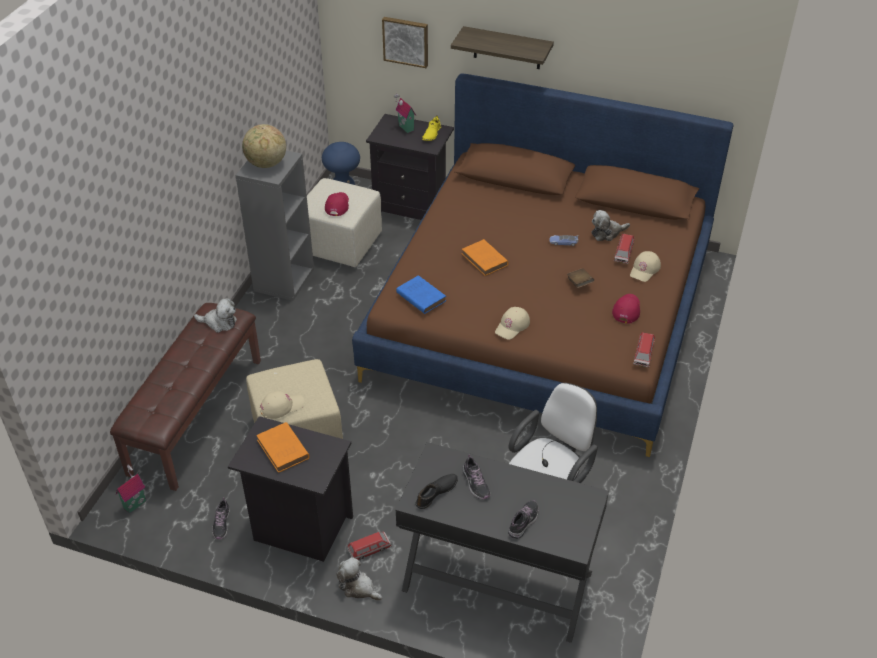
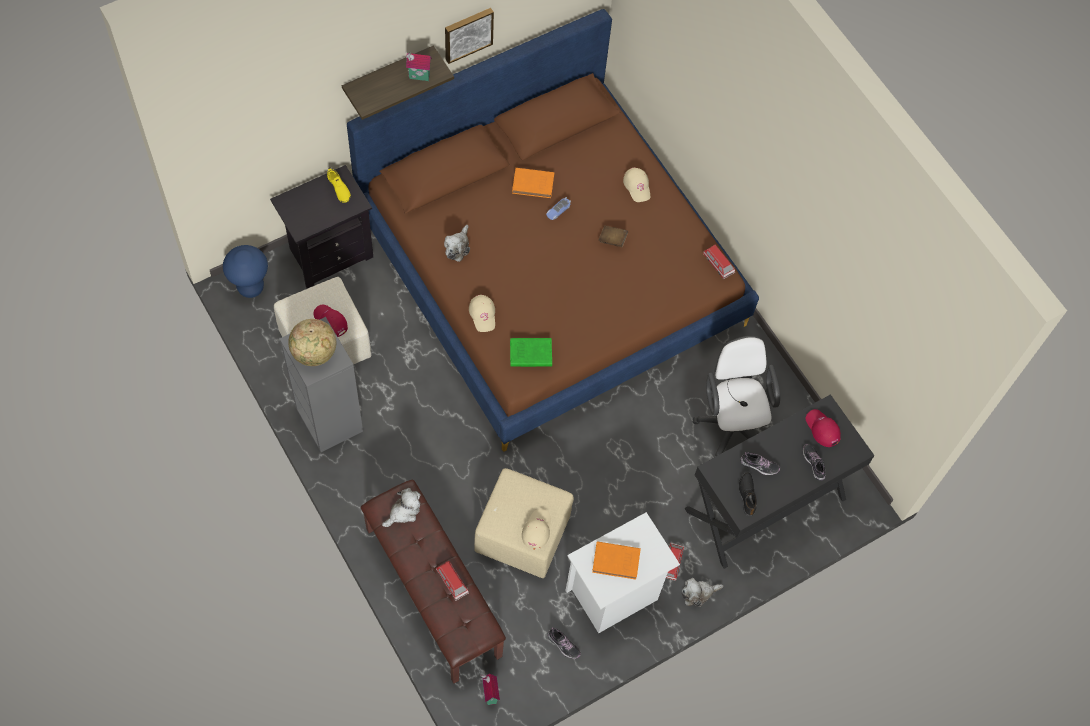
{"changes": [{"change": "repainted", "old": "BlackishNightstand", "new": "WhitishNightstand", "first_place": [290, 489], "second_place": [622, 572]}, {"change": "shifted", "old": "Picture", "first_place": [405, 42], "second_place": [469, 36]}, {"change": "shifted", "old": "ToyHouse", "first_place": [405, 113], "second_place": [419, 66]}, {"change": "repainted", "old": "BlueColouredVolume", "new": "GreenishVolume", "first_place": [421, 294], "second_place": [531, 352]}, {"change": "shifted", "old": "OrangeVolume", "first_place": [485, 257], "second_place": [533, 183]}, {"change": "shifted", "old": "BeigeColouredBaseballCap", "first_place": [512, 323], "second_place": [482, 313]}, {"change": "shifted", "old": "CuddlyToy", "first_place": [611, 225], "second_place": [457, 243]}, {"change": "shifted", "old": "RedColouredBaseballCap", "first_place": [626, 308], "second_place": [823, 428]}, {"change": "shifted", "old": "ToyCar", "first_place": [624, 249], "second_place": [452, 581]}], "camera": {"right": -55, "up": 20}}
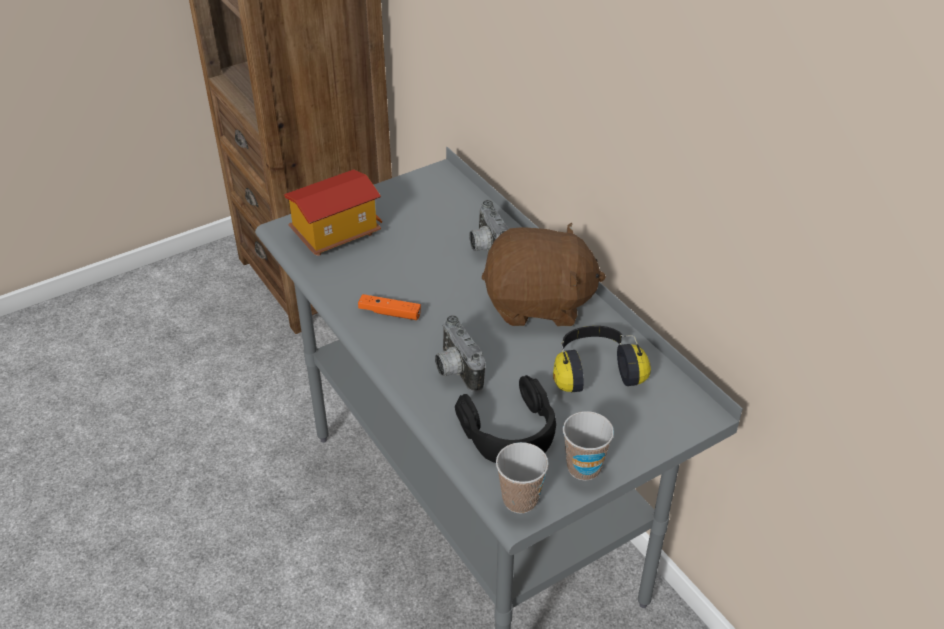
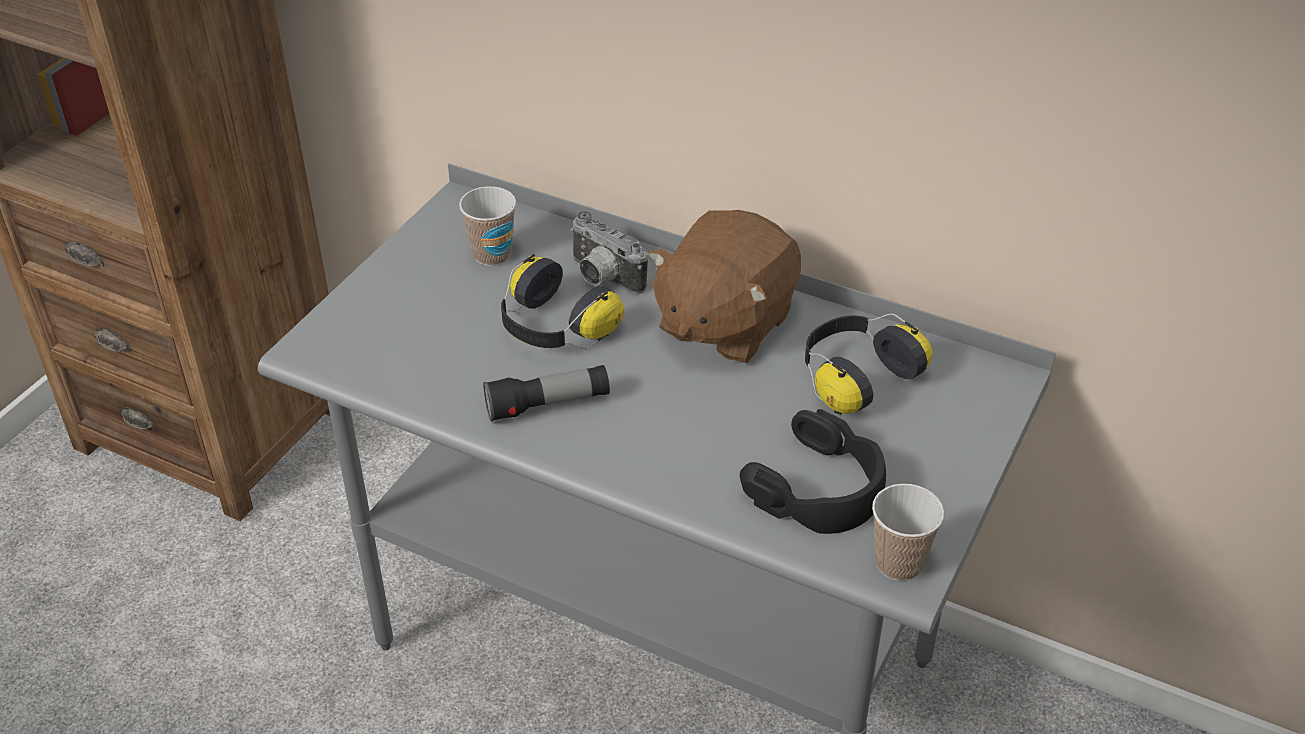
{"changes": [{"change": "gone", "old": "ToyHouse", "first_place": [333, 212]}, {"change": "swapped", "old": "OrangeGameController", "new": "HandTorch", "first_place": [389, 307], "second_place": [546, 393]}, {"change": "gone", "old": "PhotoCamera", "first_place": [460, 353]}, {"change": "rotated", "old": "BrownishCuddlyToy", "first_place": [544, 274], "second_place": [724, 286], "degrees": 150}, {"change": "shifted", "old": "DrinkingCup", "first_place": [588, 446], "second_place": [487, 226]}, {"change": "new", "new": "Headphones", "second_place": [562, 301]}], "camera": {"right": -30, "up": 0}}
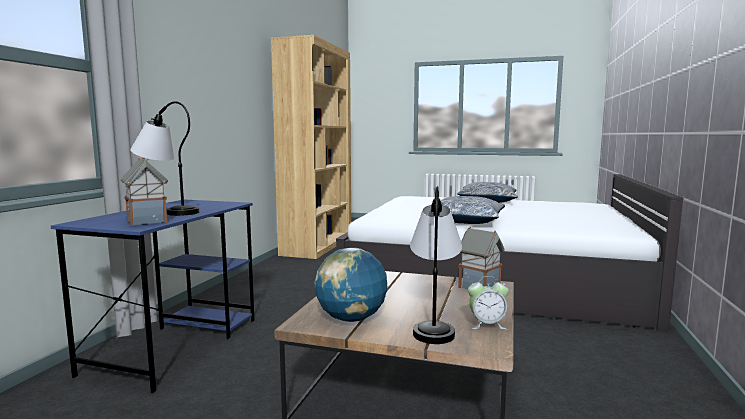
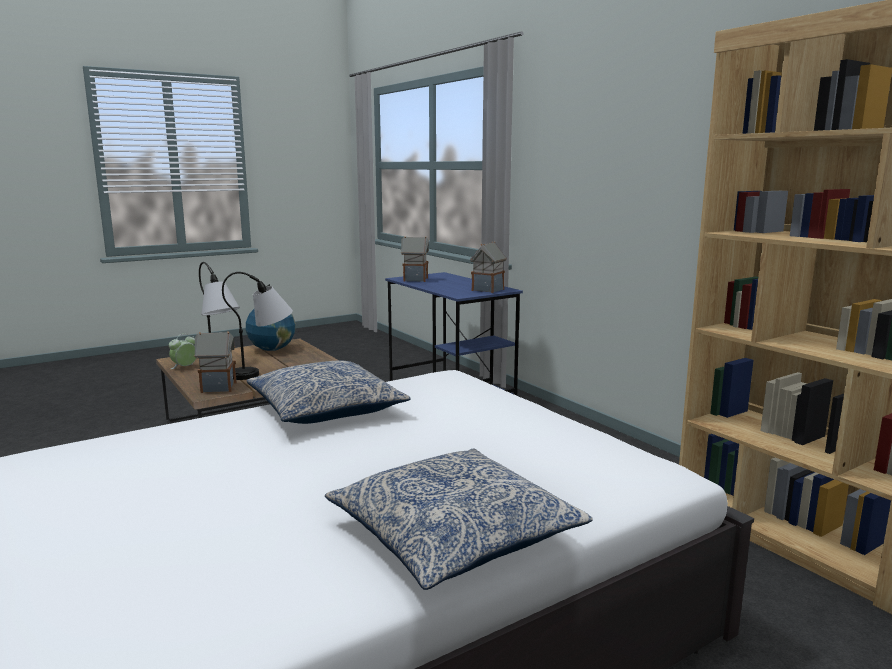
{"changes": [{"change": "shifted", "old": "LampForATable", "first_place": [164, 158], "second_place": [257, 326]}, {"change": "new", "new": "ToyHouse", "second_place": [488, 267]}], "camera": {"right": 130, "up": 5}}
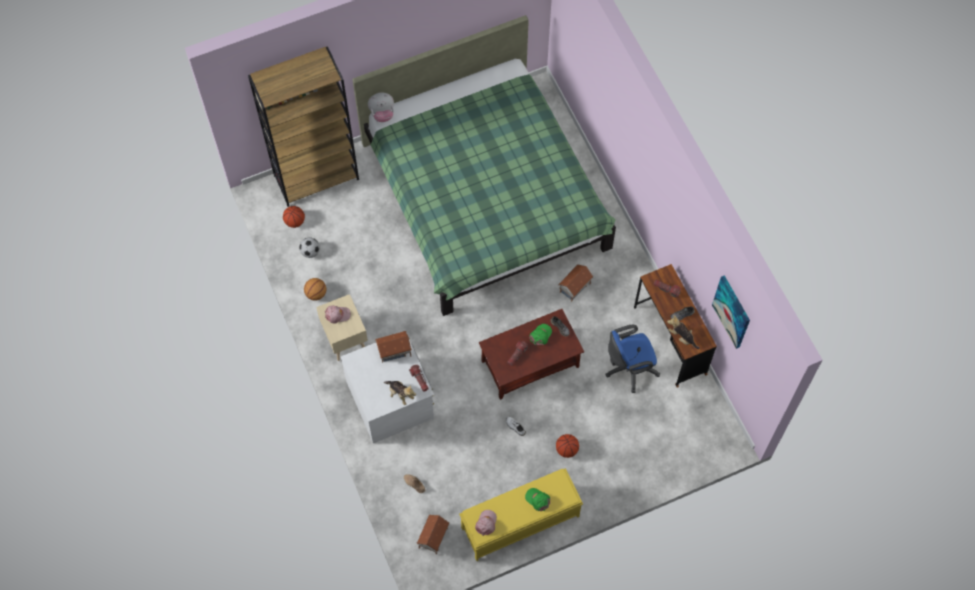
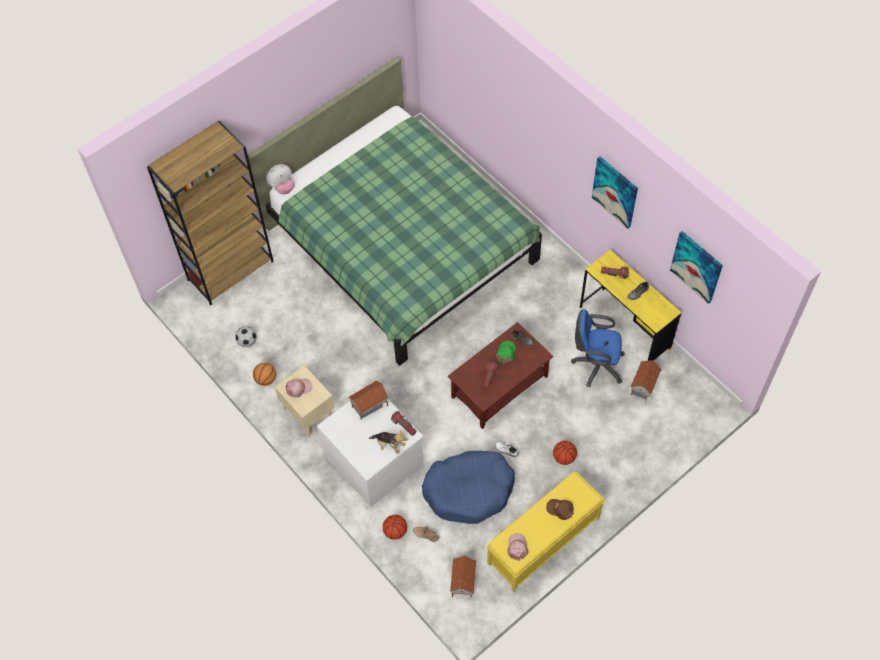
{"changes": [{"change": "shifted", "old": "Basketball", "first_place": [294, 217], "second_place": [395, 527]}, {"change": "repainted", "old": "GreenishBaseballCap", "new": "BrownishBaseballCap", "first_place": [537, 499], "second_place": [560, 509]}, {"change": "shifted", "old": "ToyHouse", "first_place": [576, 282], "second_place": [646, 380]}, {"change": "rotated", "old": "BlueColouredOfficeChair", "first_place": [632, 359], "second_place": [598, 348], "degrees": 45}, {"change": "repainted", "old": "BrownishDesk", "new": "YellowishDesk", "first_place": [675, 326], "second_place": [631, 305]}, {"change": "gone", "old": "CuddlyToy", "first_place": [683, 332]}, {"change": "new", "new": "BlueColouredDogCushion", "second_place": [468, 487]}, {"change": "new", "new": "Picture", "second_place": [615, 192]}], "camera": {"right": -15, "up": -5}}
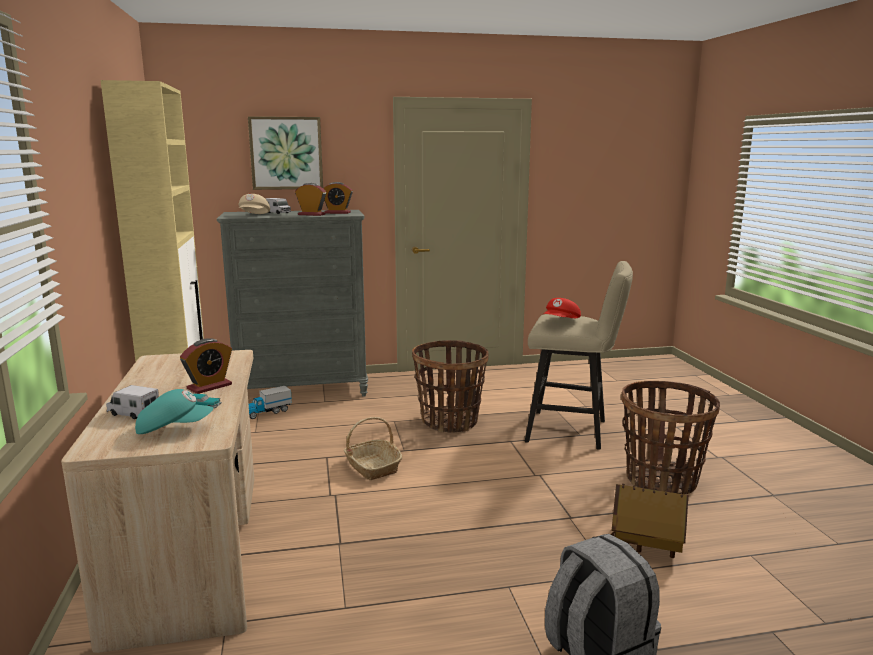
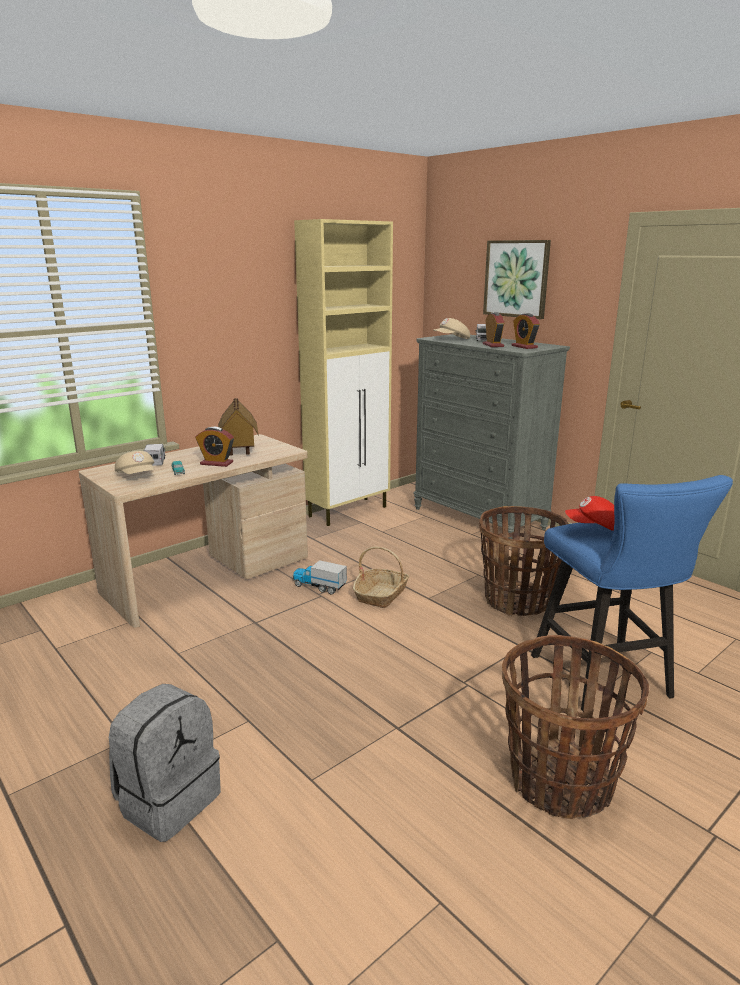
{"changes": [{"change": "repainted", "old": "TurquoiseColouredBaseballCap", "new": "BeigeColouredBaseballCap", "first_place": [174, 411], "second_place": [134, 462]}, {"change": "shifted", "old": "ToyTruck", "first_place": [270, 402], "second_place": [320, 577]}, {"change": "repainted", "old": "BeigeColouredSittingStool", "new": "BlueColouredSittingStool", "first_place": [579, 355], "second_place": [632, 593]}, {"change": "shifted", "old": "ToyHouse", "first_place": [649, 521], "second_place": [238, 426]}], "camera": {"right": 60, "up": 5}}
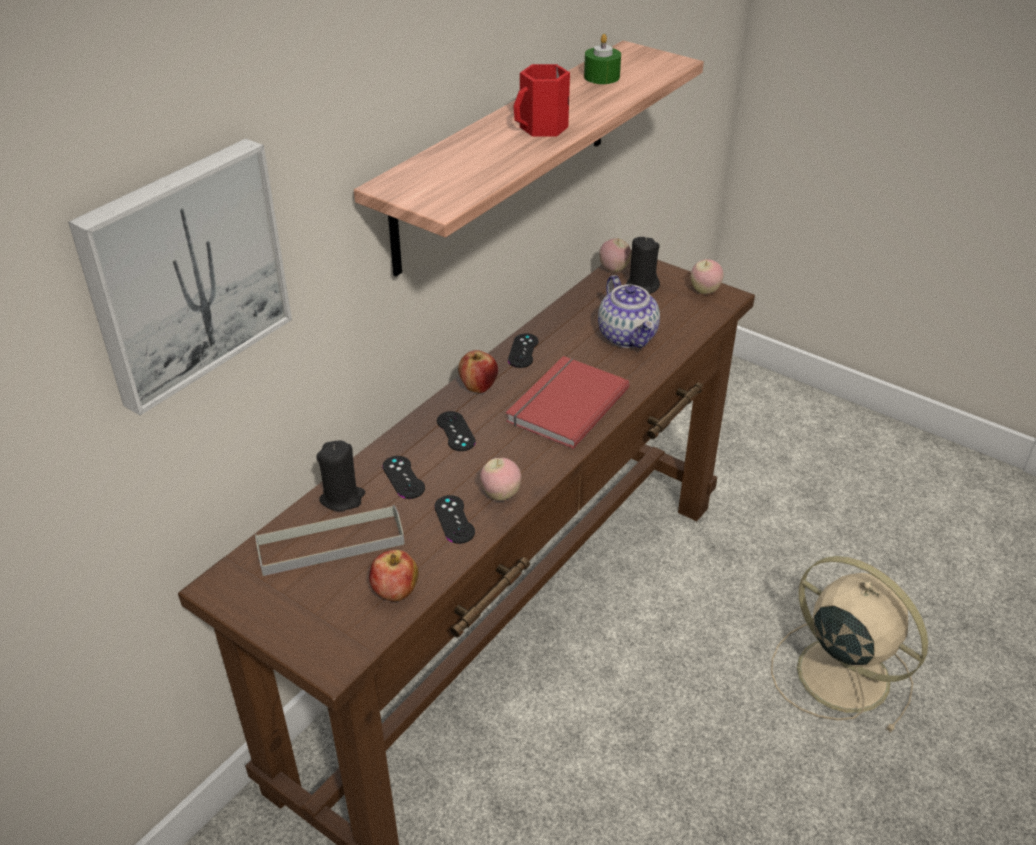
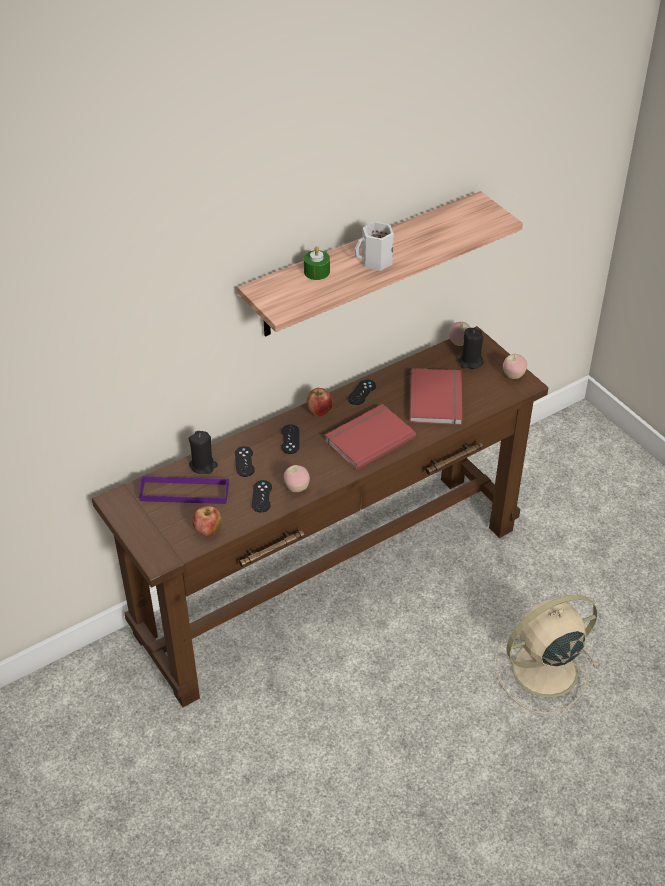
{"changes": [{"change": "gone", "old": "Picture", "first_place": [180, 276]}, {"change": "repainted", "old": "GrayCarryingTray", "new": "PurplishCarryingTray", "first_place": [330, 540], "second_place": [184, 489]}, {"change": "repainted", "old": "RedColouredMug", "new": "WhitishMug", "first_place": [541, 100], "second_place": [374, 246]}, {"change": "shifted", "old": "GreenishWaxCandle", "first_place": [602, 59], "second_place": [317, 263]}, {"change": "swapped", "old": "Teapot", "new": "RedColouredVolume", "first_place": [629, 311], "second_place": [436, 396]}, {"change": "rotated", "old": "BeigeColouredCoolingFan", "first_place": [849, 644], "second_place": [547, 654], "degrees": -90}], "camera": {"right": 20, "up": 5}}
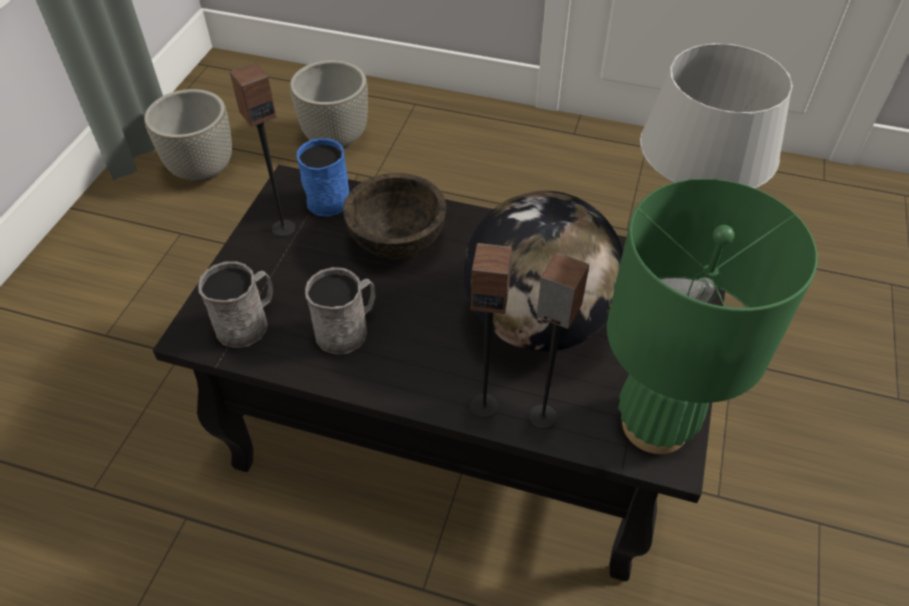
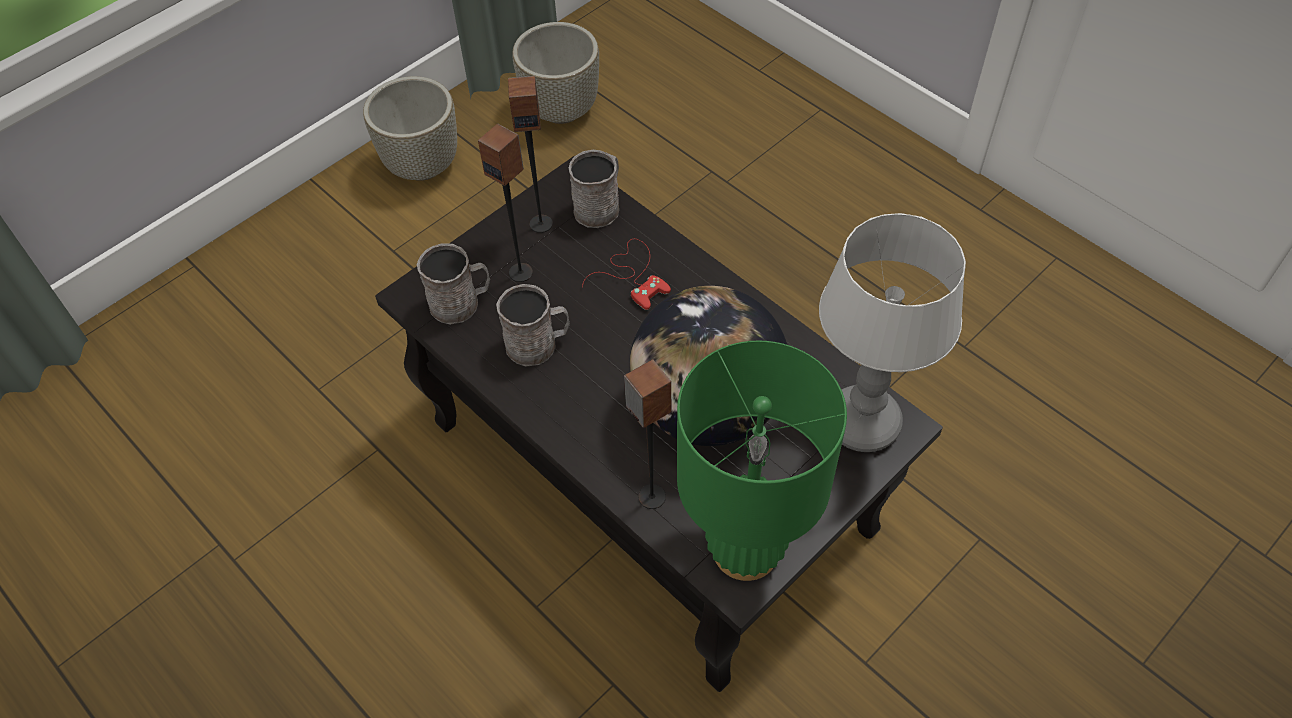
{"changes": [{"change": "shifted", "old": "GrayPlantPot", "first_place": [329, 104], "second_place": [410, 128]}, {"change": "repainted", "old": "BlueColouredMug", "new": "GrayMug", "first_place": [323, 177], "second_place": [594, 189]}, {"change": "swapped", "old": "BrownishDeepDish", "new": "RedColouredGameController", "first_place": [394, 216], "second_place": [626, 274]}, {"change": "shifted", "old": "Speaker", "first_place": [491, 330], "second_place": [505, 203]}], "camera": {"right": 30, "up": 5}}
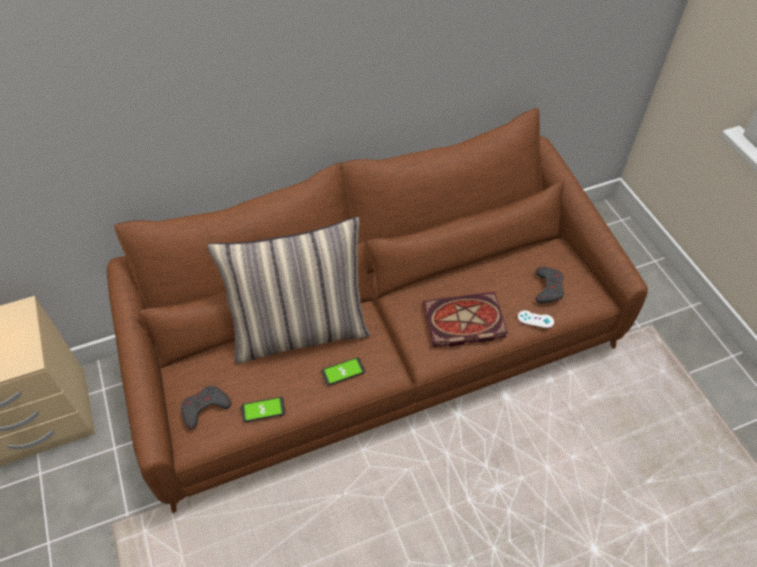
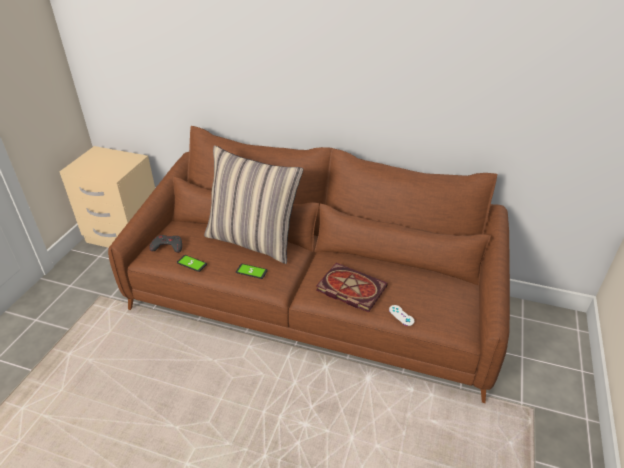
{"changes": [{"change": "gone", "old": "GrayGameController", "first_place": [549, 285]}], "camera": {"right": 40, "up": -15}}
